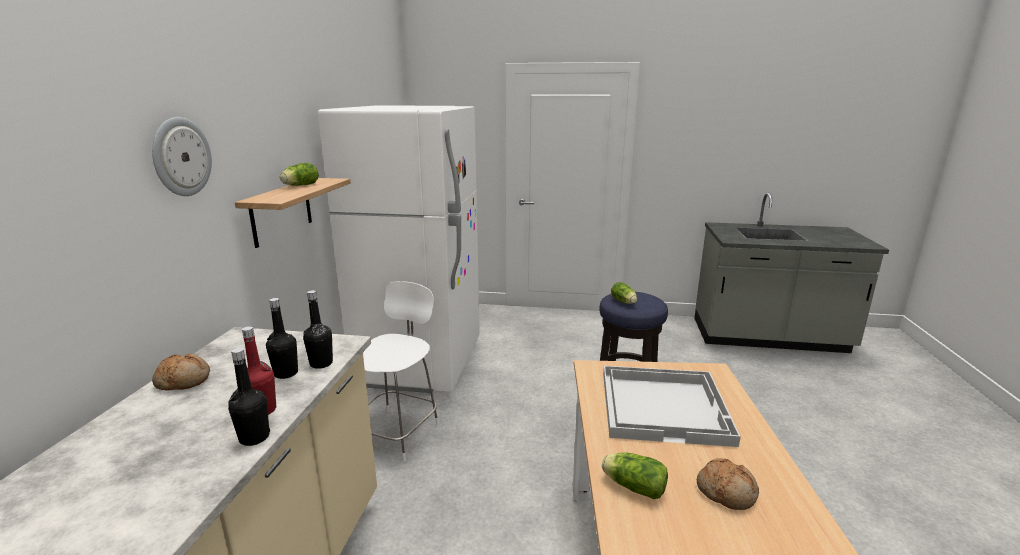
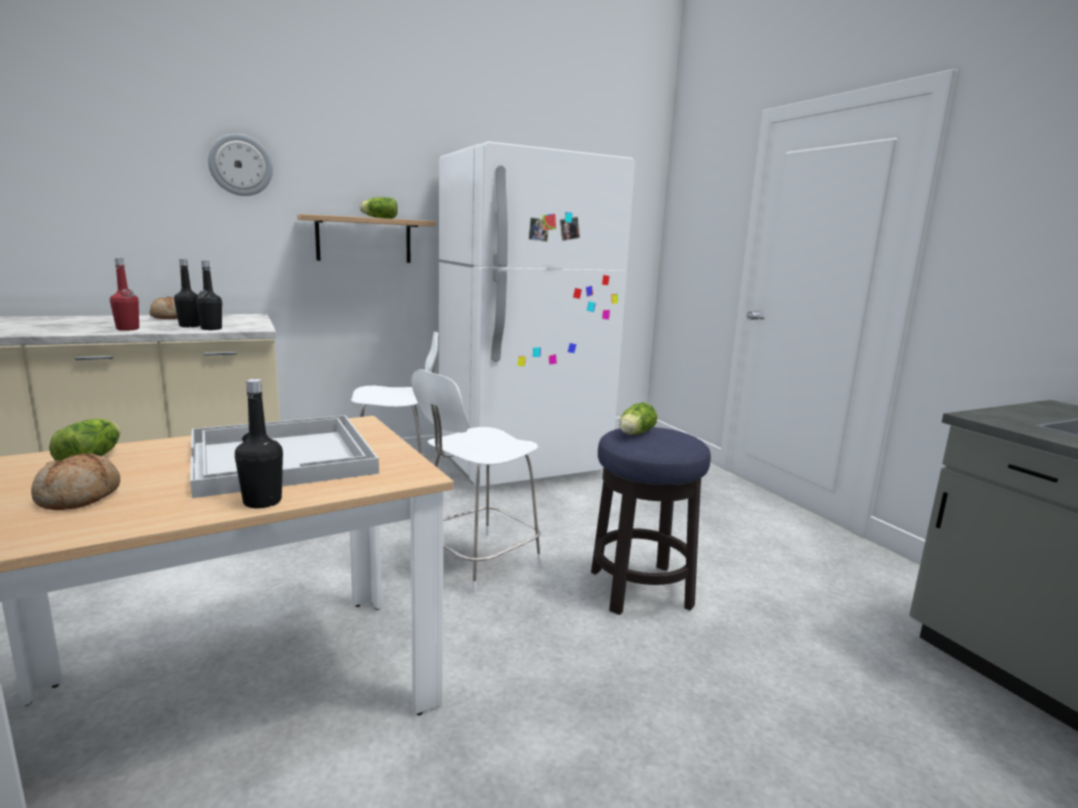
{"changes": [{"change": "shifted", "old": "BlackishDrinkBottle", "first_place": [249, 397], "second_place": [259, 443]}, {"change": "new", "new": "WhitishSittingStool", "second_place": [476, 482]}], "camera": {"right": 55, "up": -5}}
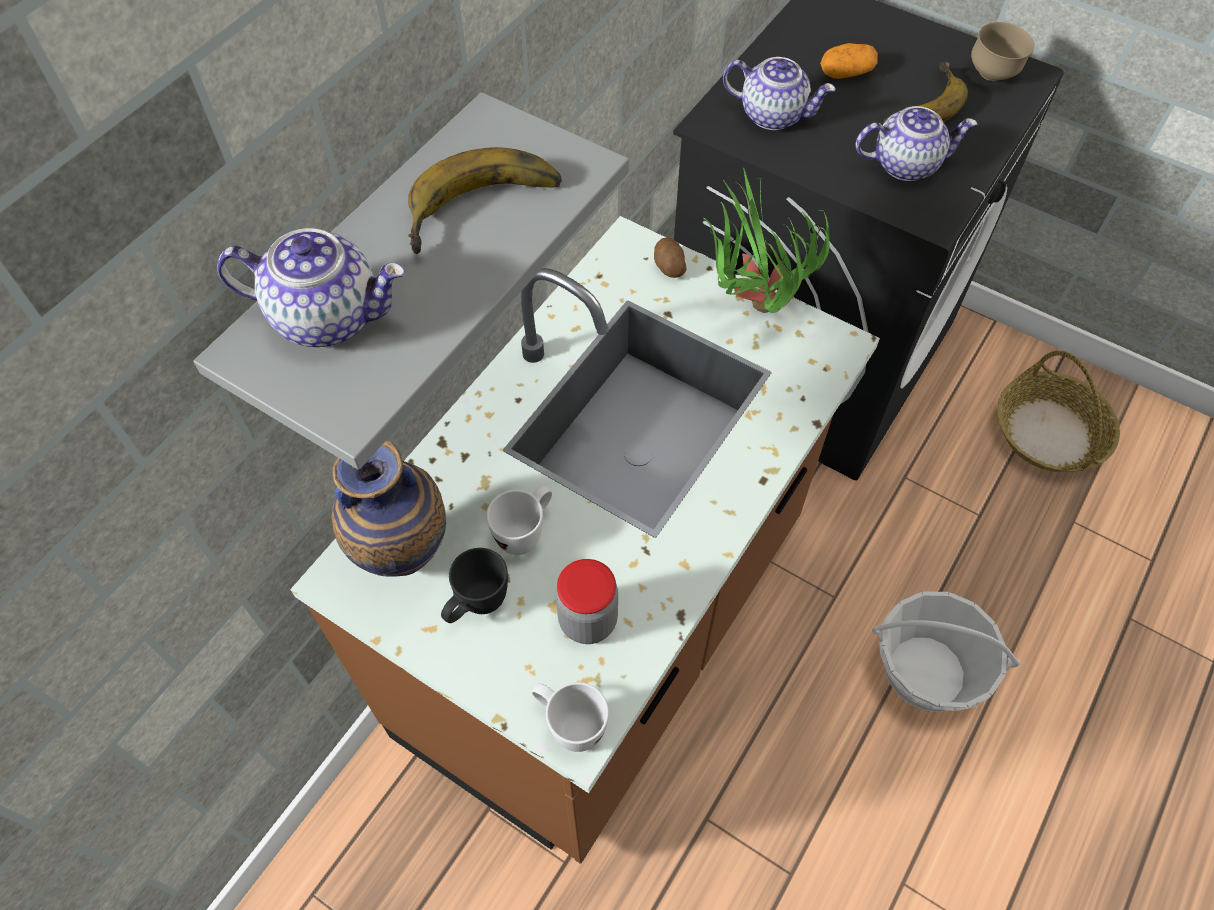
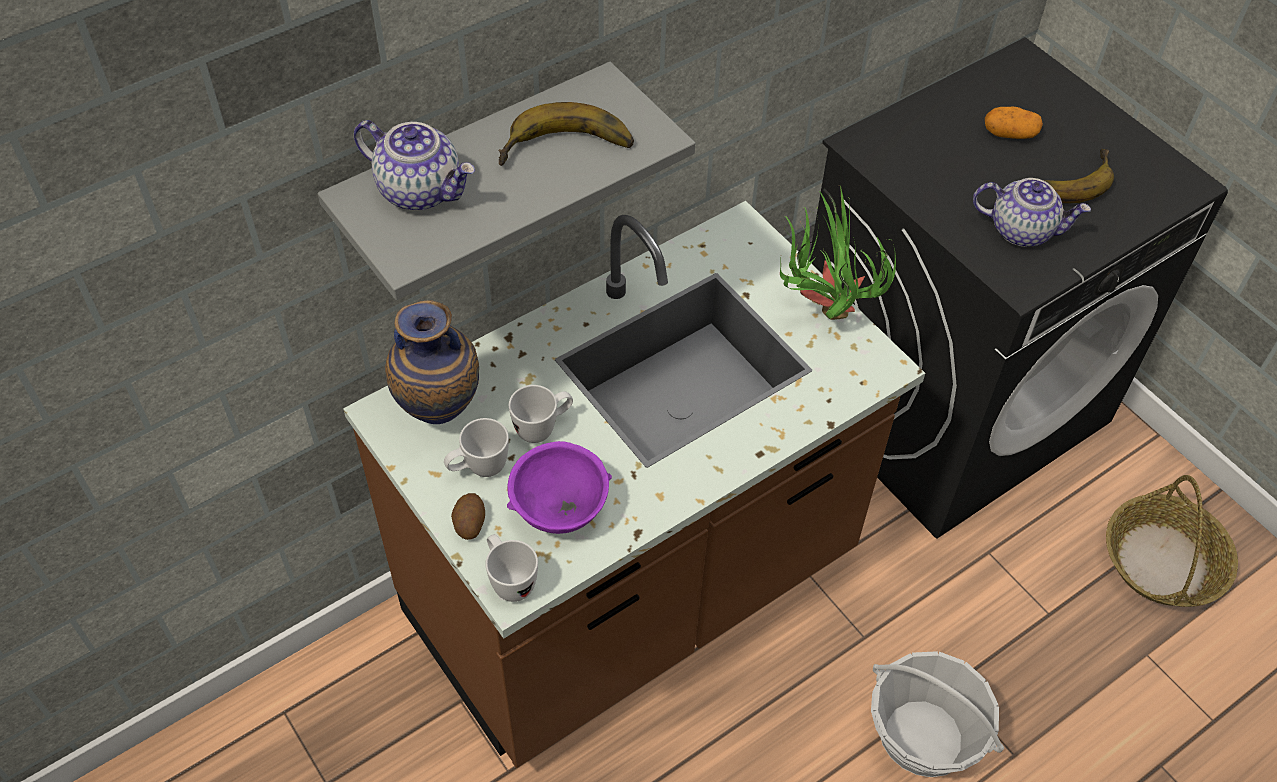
{"changes": [{"change": "repainted", "old": "BlackishMug", "new": "WhitishMug", "first_place": [474, 585], "second_place": [476, 447]}, {"change": "swapped", "old": "StorageJar", "new": "PurplishDeepDish", "first_place": [587, 601], "second_place": [559, 487]}, {"change": "shifted", "old": "Potato", "first_place": [670, 257], "second_place": [468, 516]}, {"change": "gone", "old": "Teapot", "first_place": [779, 93]}, {"change": "gone", "old": "BrownishDeepDish", "first_place": [1002, 51]}], "camera": {"right": 20, "up": -5}}
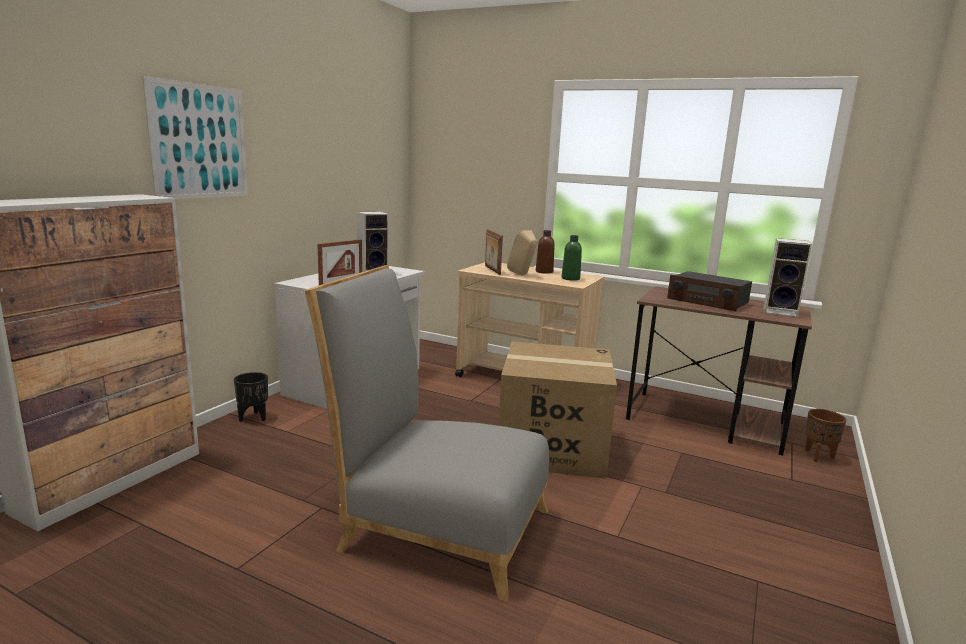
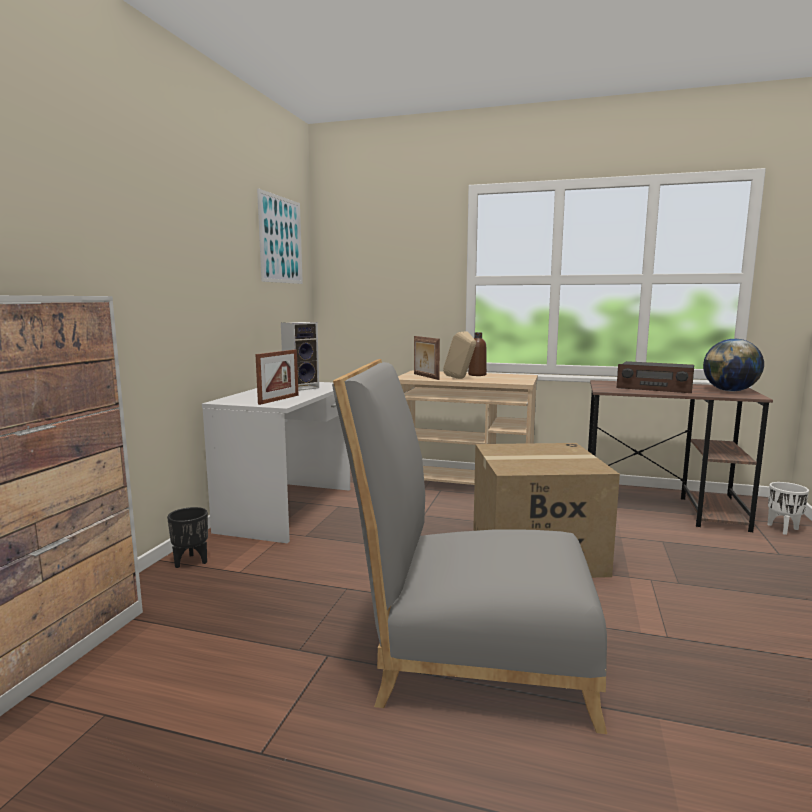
{"changes": [{"change": "shifted", "old": "Picture", "first_place": [195, 137], "second_place": [280, 236]}, {"change": "gone", "old": "GreenishDrinkBottle", "first_place": [572, 258]}, {"change": "swapped", "old": "Speaker", "new": "DeskGlobe", "first_place": [788, 277], "second_place": [733, 365]}, {"change": "repainted", "old": "BrownishPlantPot", "new": "WhitishPlantPot", "first_place": [825, 435], "second_place": [788, 508]}], "camera": {"right": -10, "up": -5}}
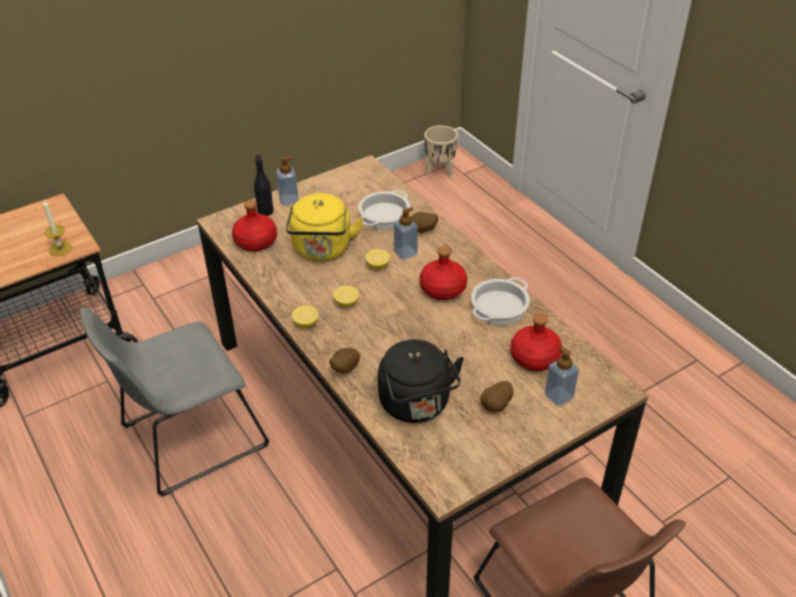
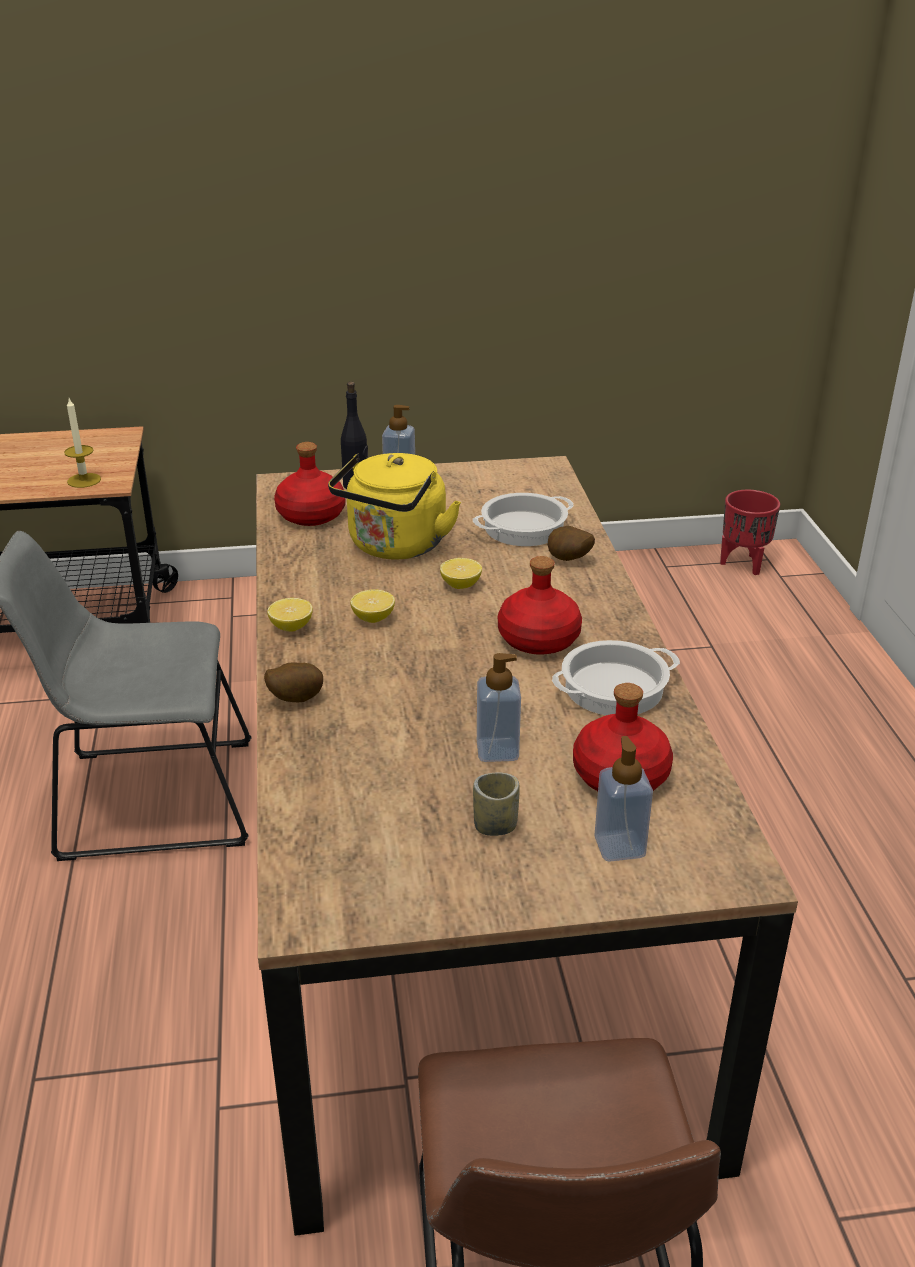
{"changes": [{"change": "gone", "old": "BlackishWaterKettle", "first_place": [421, 381]}, {"change": "shifted", "old": "SoapBottle", "first_place": [406, 233], "second_place": [499, 707]}, {"change": "repainted", "old": "BeigeColouredPlantPot", "new": "RedColouredPlantPot", "first_place": [441, 151], "second_place": [750, 532]}, {"change": "swapped", "old": "Potato", "new": "DrinkingCup", "first_place": [496, 396], "second_place": [496, 804]}], "camera": {"right": 25, "up": -10}}
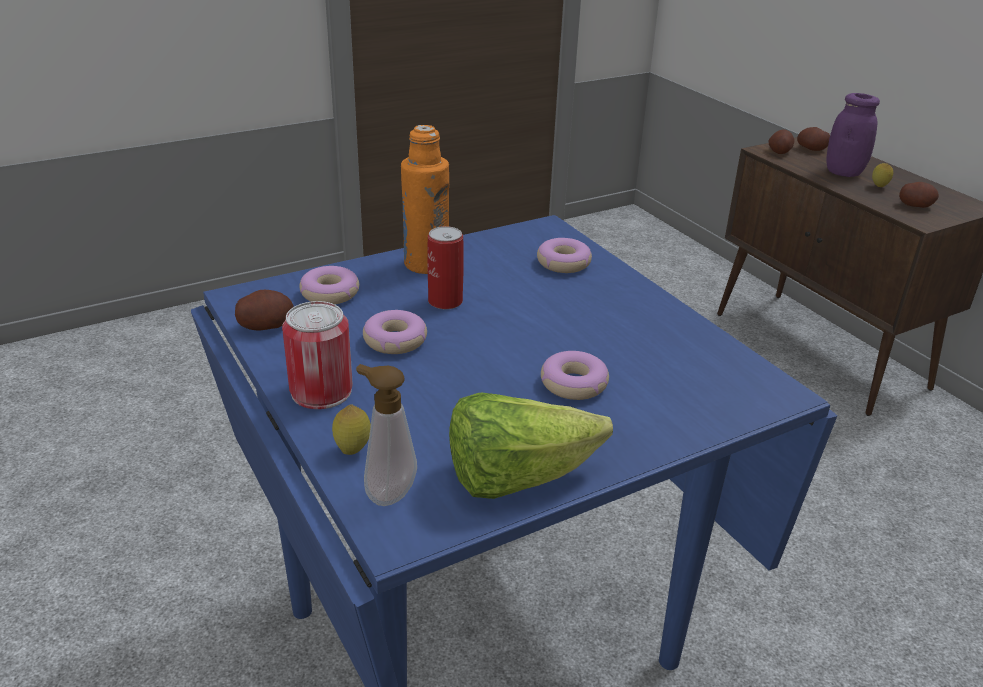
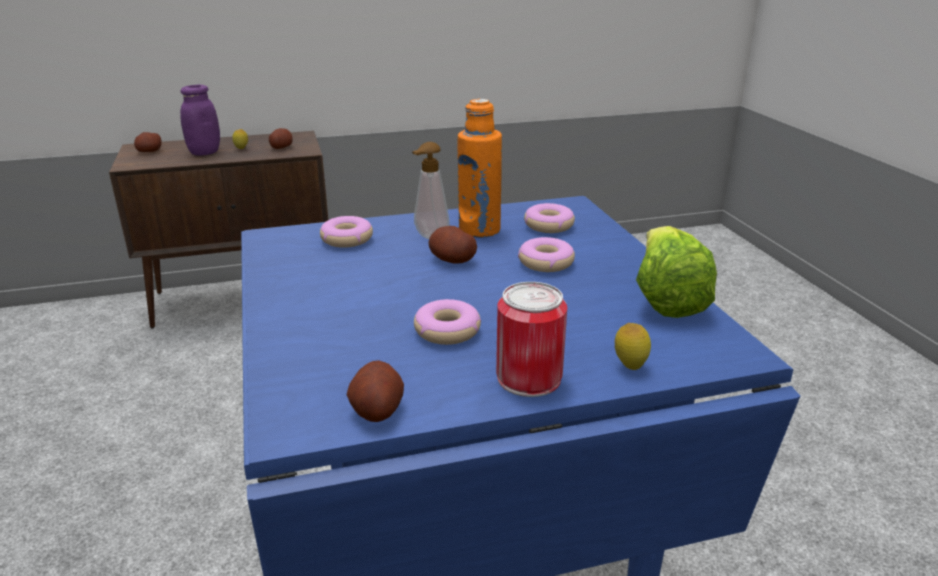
{"changes": [{"change": "shifted", "old": "Donut", "first_place": [329, 285], "second_place": [549, 218]}, {"change": "shifted", "old": "SoapBottle", "first_place": [386, 435], "second_place": [431, 190]}, {"change": "shifted", "old": "OrangeDrinkBottle", "first_place": [425, 199], "second_place": [479, 168]}, {"change": "gone", "old": "MetalCan", "first_place": [445, 267]}, {"change": "shifted", "old": "Potato", "first_place": [782, 142], "second_place": [452, 245]}], "camera": {"right": -75, "up": -5}}
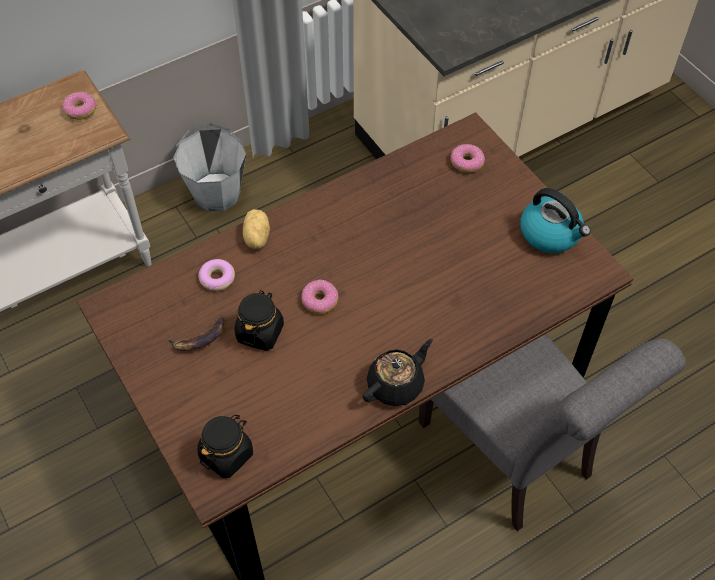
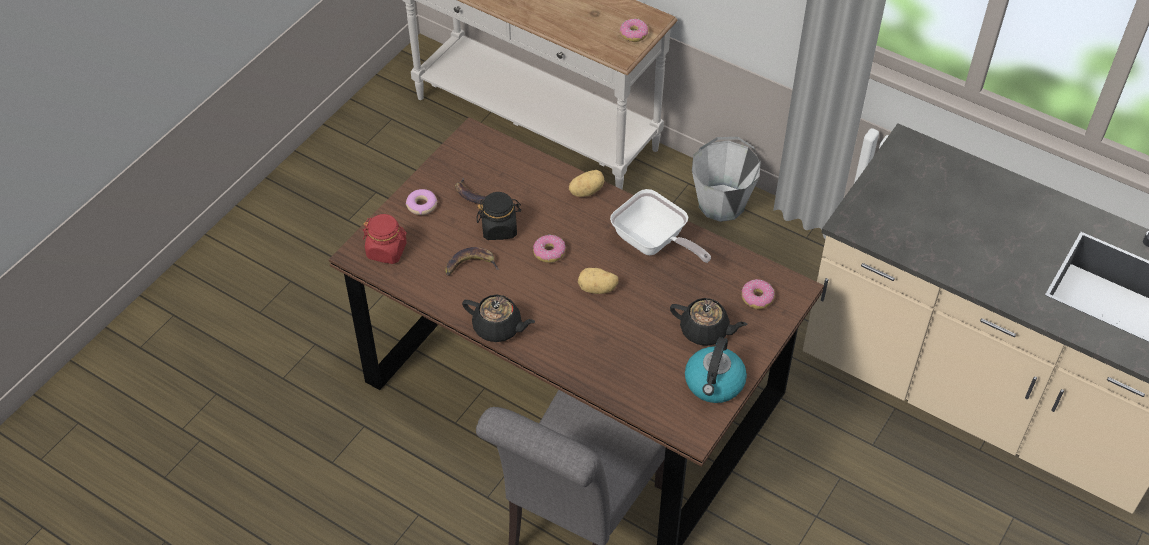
{"changes": [{"change": "repainted", "old": "BlackishStorageJar", "new": "RedColouredStorageJar", "first_place": [225, 446], "second_place": [384, 239]}, {"change": "shifted", "old": "Donut", "first_place": [217, 275], "second_place": [422, 202]}, {"change": "new", "new": "Banana", "second_place": [472, 261]}, {"change": "new", "new": "Potato", "second_place": [598, 281]}, {"change": "new", "new": "FryingPan", "second_place": [660, 226]}, {"change": "new", "new": "BlackishTeapot", "second_place": [709, 322]}], "camera": {"right": 65, "up": -5}}
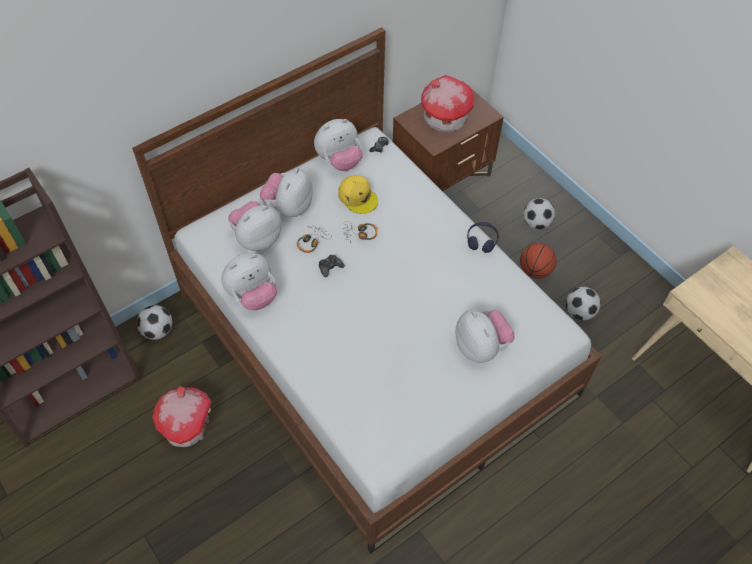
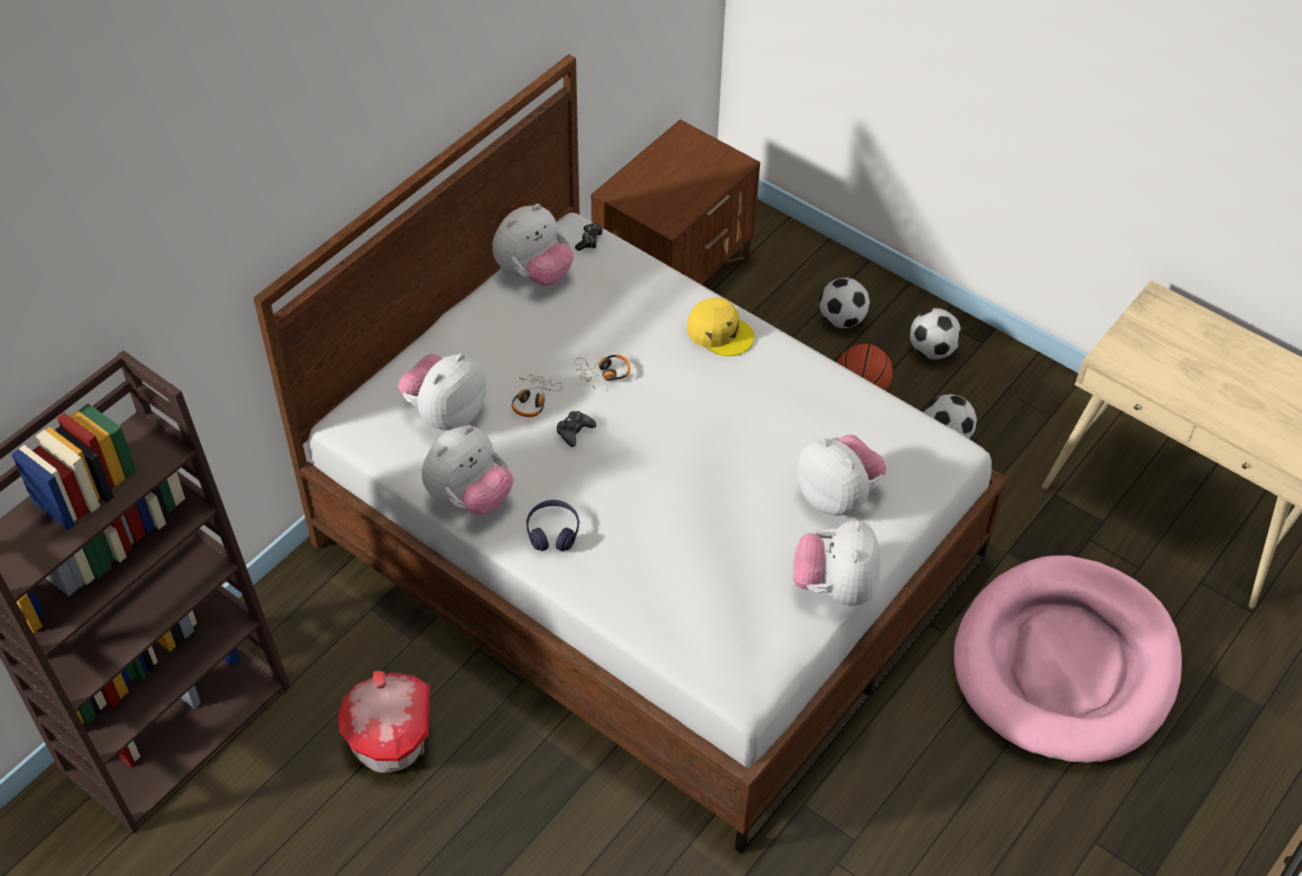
{"changes": [{"change": "shifted", "old": "FootballBall", "first_place": [155, 322], "second_place": [935, 333]}, {"change": "shifted", "old": "CuddlyToy", "first_place": [286, 192], "second_place": [836, 563]}, {"change": "shifted", "old": "YellowishBaseballCap", "first_place": [358, 194], "second_place": [720, 327]}, {"change": "gone", "old": "ToyHouse", "first_place": [447, 103]}, {"change": "shifted", "old": "PurplishHeadphones", "first_place": [483, 237], "second_place": [552, 525]}, {"change": "new", "new": "PinkColouredDogCushion", "second_place": [1068, 659]}], "camera": {"right": -15, "up": -5}}
